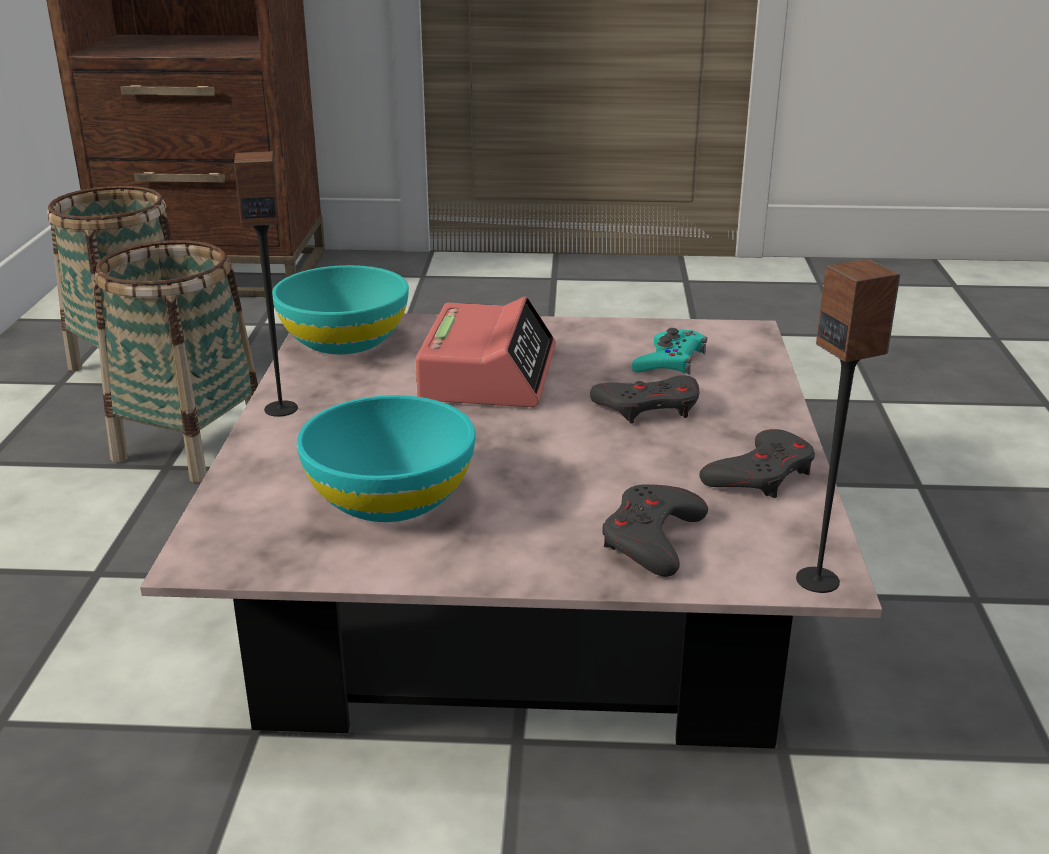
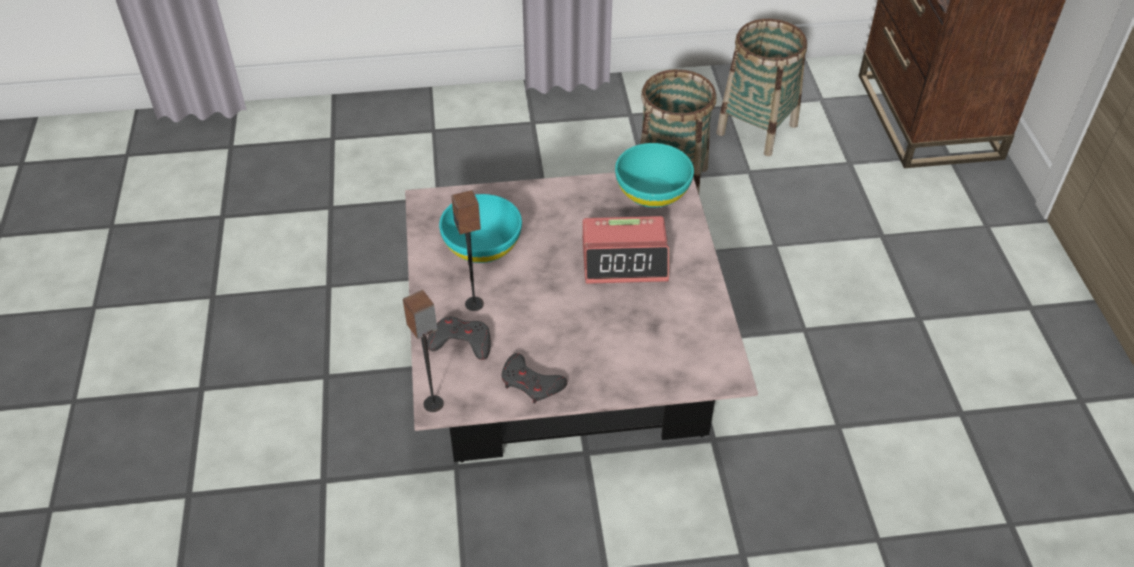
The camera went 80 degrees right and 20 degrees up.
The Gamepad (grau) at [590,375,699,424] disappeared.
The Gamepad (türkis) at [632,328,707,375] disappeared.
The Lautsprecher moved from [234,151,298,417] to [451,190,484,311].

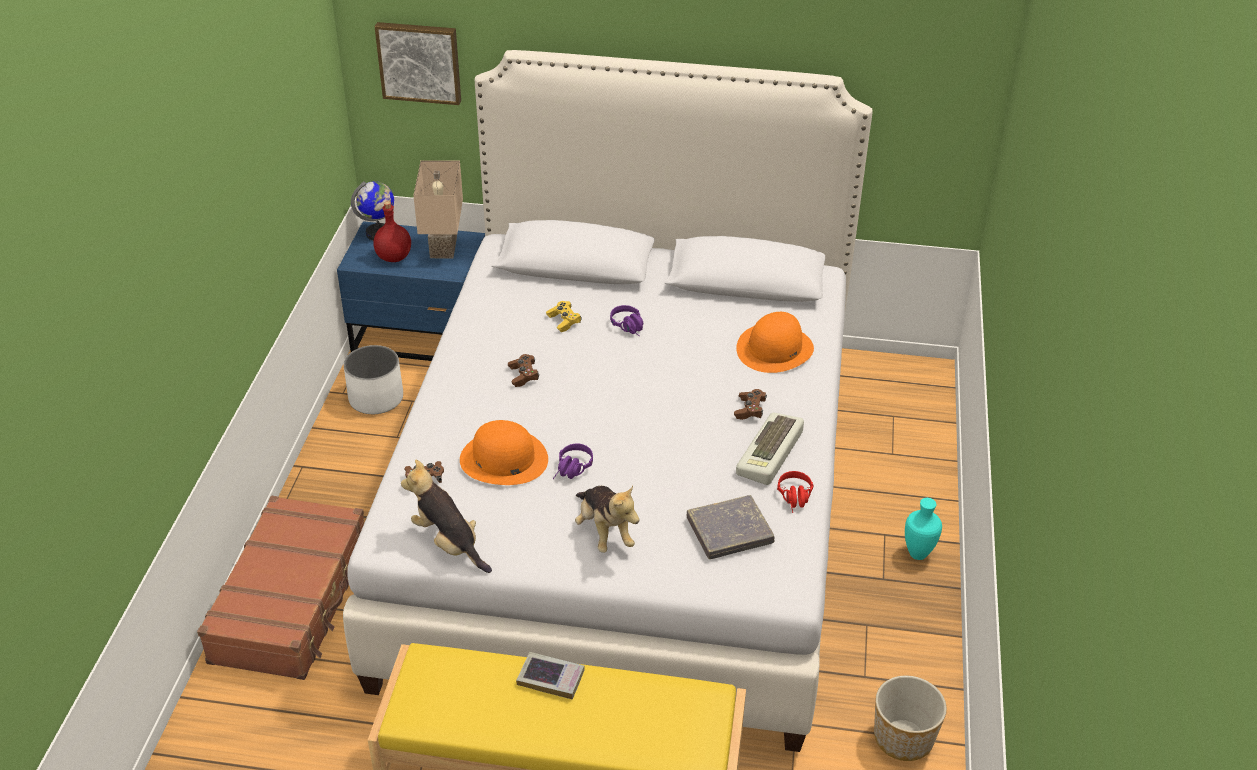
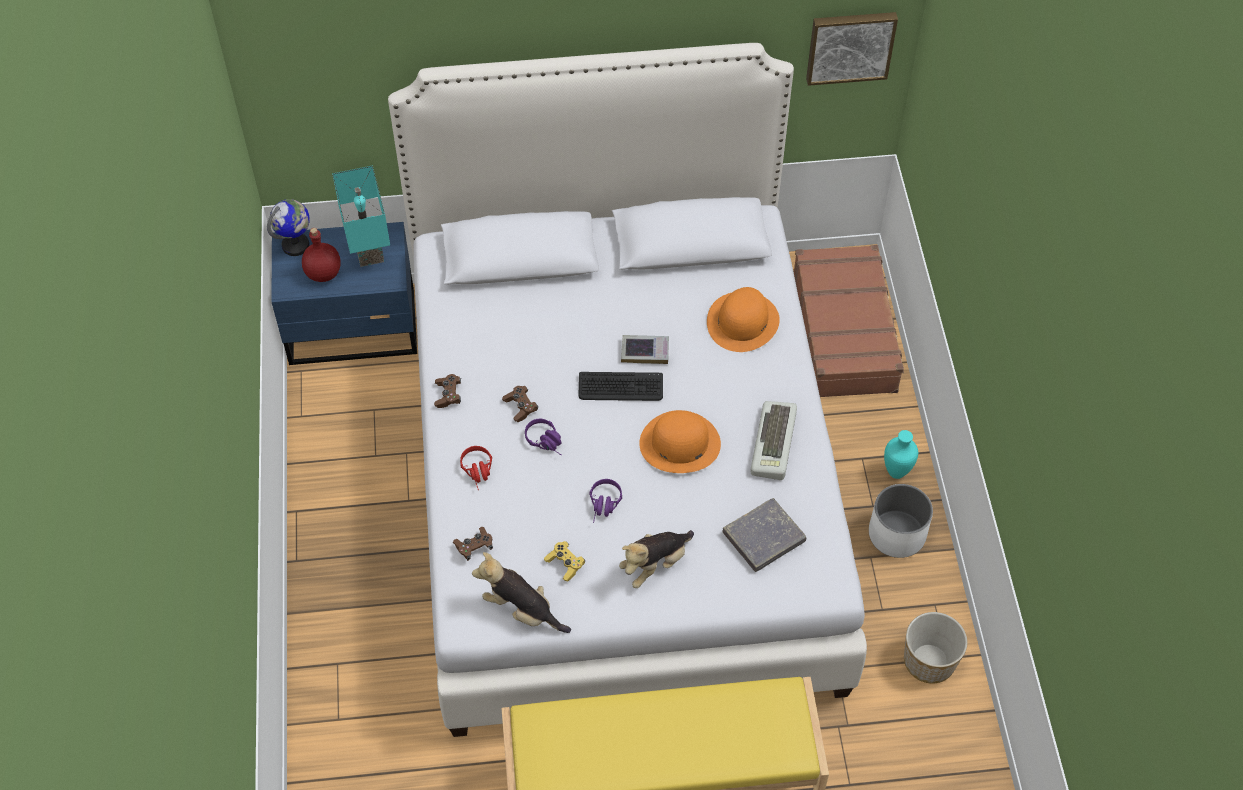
The camera went 15 degrees left and 15 degrees up.
The Tastatur at [579,372,663,401] appeared.
The Koffer (braun) moved from [197,496,364,680] to [793,245,904,398].
The Pflanzkübel (weiß) moved from [344,345,403,414] to [869,484,933,558].
The Bild moved from [375,22,461,105] to [806,12,898,86].
The Hut (orange) moved from [460,420,548,485] to [639,410,721,473].
The Buch moved from [516,652,585,699] to [621,335,669,364].
The Gamepad (gelb) moved from [546,301,582,332] to [544,541,585,581].
The Kopfhörer (lila) moved from [610,305,643,336] to [525,419,562,456].
The Gamepad (braun) moved from [734,389,767,420] to [434,374,461,408].
The Kopfhörer (rot) moved from [777,471,814,513] to [460,446,492,490].
The Tischlampe (beige) at [413,160,463,258] became the Tischlampe (türkis) at [332,166,390,267].
The Plüschtier at [575,486,639,553] turned 90 degrees clockwise.

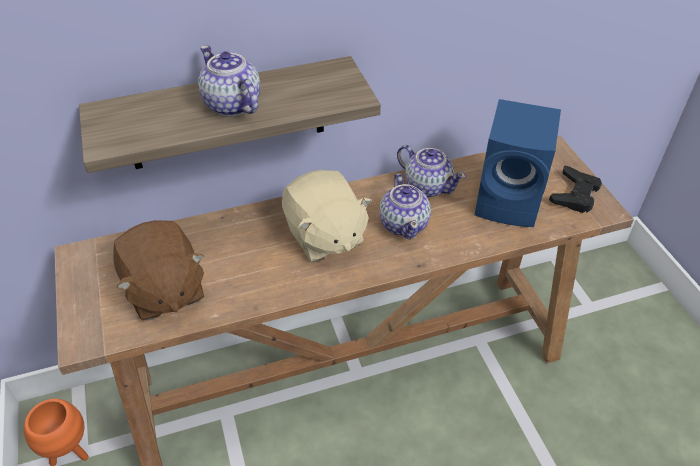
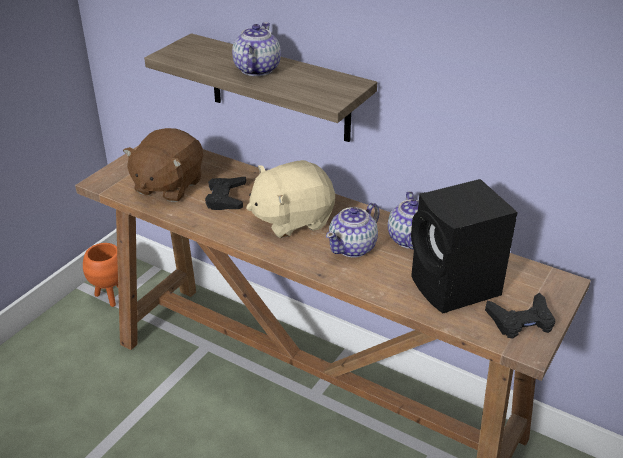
The camera went 50 degrees right and 10 degrees down.
The Gamepad (schwarz) at [205,177,246,210] appeared.
The Lautsprecher (blau) at [474,99,561,227] became the Lautsprecher (schwarz) at [411,179,518,313].
The Plüschtier (beige) at [282,170,372,262] turned 45 degrees clockwise.

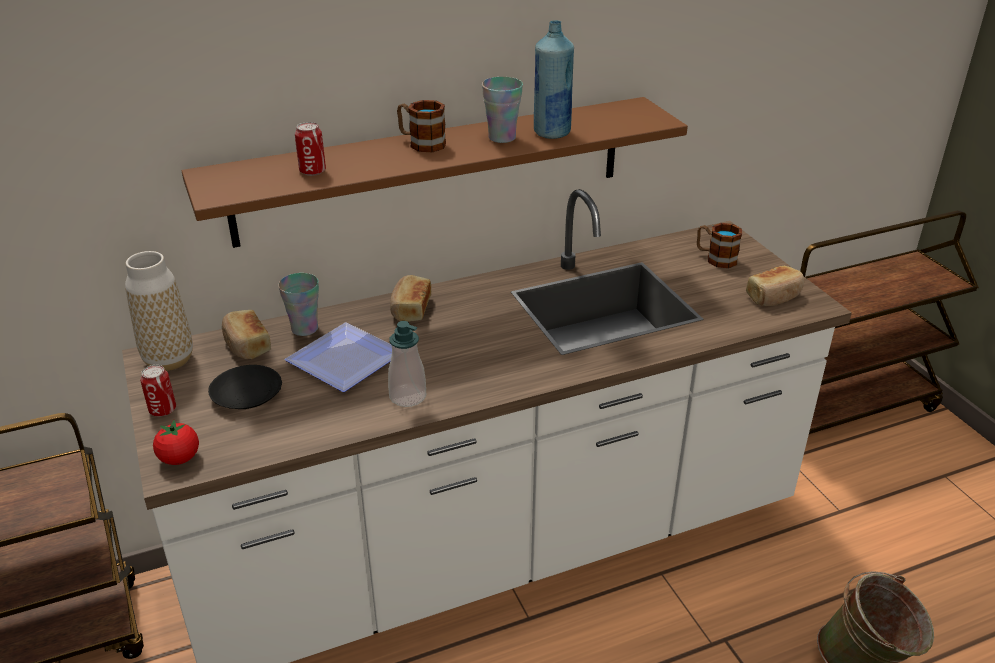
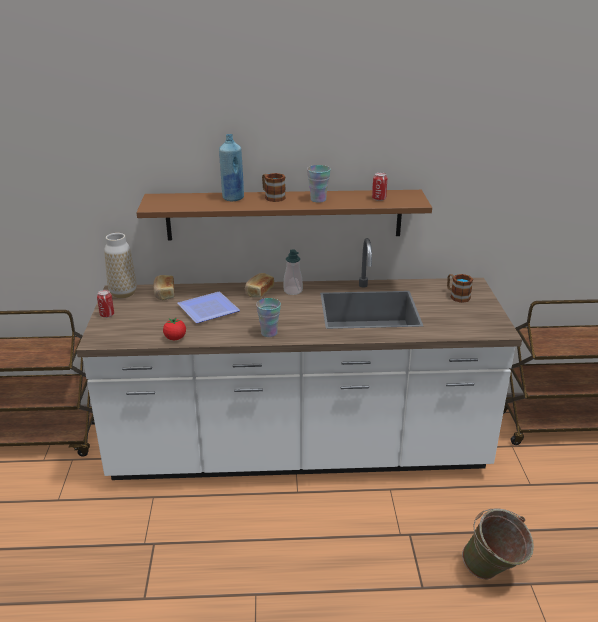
The camera went 20 degrees right and 5 degrees down.
The Teller (schwarz) at [208,365,282,409] disappeared.
The Brot at [746,265,804,306] disappeared.
The Tomate moved from [153,420,199,465] to [163,317,186,340].
The Tasse moved from [278,273,319,336] to [256,298,281,337].
The Dose moved from [295,122,326,176] to [372,172,387,201].
The Seifenspender moved from [388,321,426,407] to [284,249,303,295].
The Flasche (blau) moved from [534,20,574,139] to [219,134,244,201].

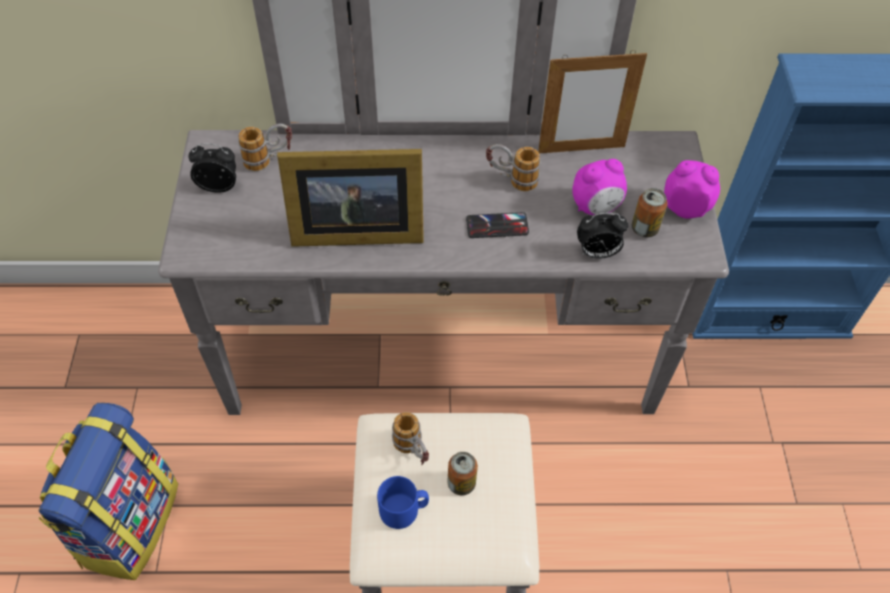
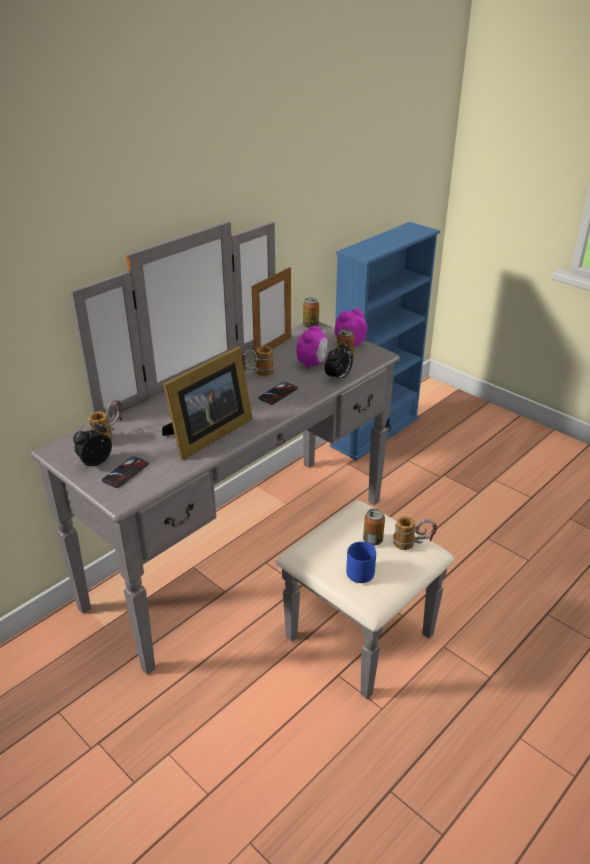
The camera went 45 degrees left and 20 degrees down.
The Rucksack at [39,403,178,580] disappeared.
The Handy at [102,456,149,488] appeared.
The Dose at [303,298,319,328] appeared.
The Henkelbecher moved from [392,412,429,465] to [393,516,437,550].

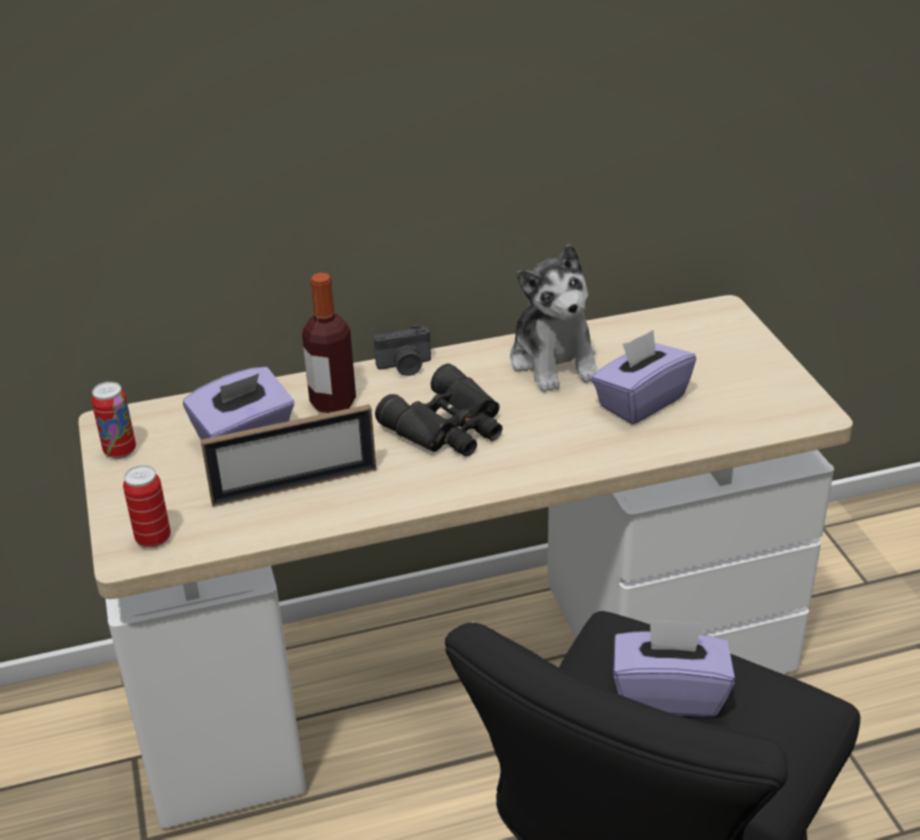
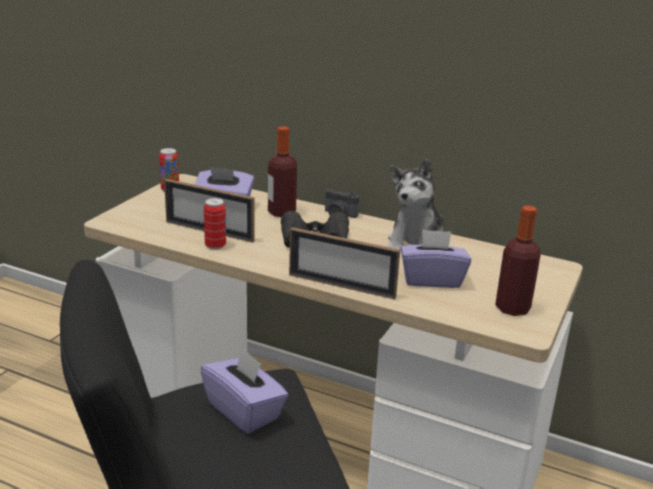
The camera went 40 degrees right and 10 degrees down.
The Bilderrahmen at [289,227,400,299] appeared.
The Flasche at [495,205,541,316] appeared.
The Dose moved from [123,465,171,548] to [204,198,226,250].

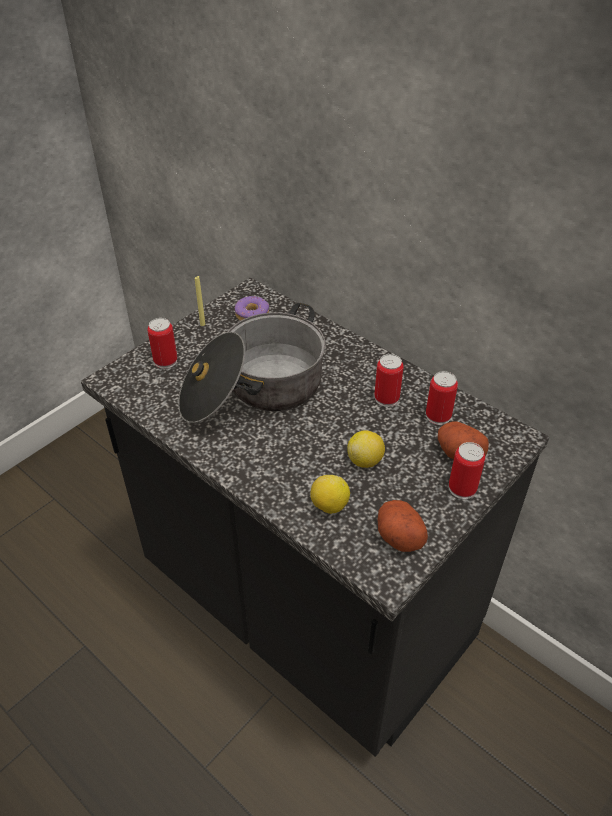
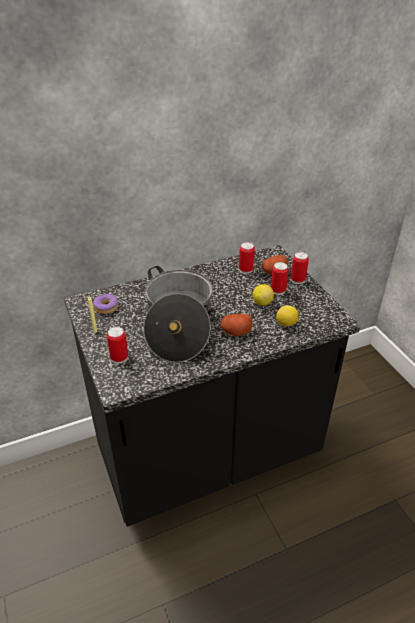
The camera went 65 degrees left and 5 degrees down.
The Dose moved from [374,354,404,407] to [271,262,289,295].
The Kartoffel moved from [378,500,428,552] to [221,314,253,336].

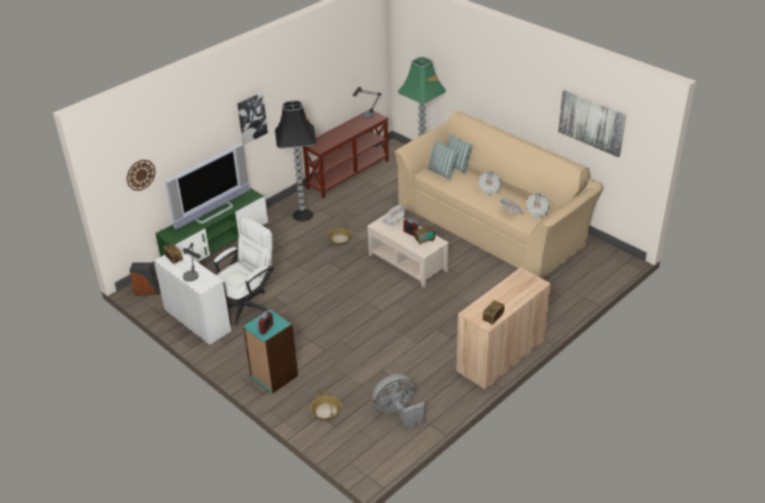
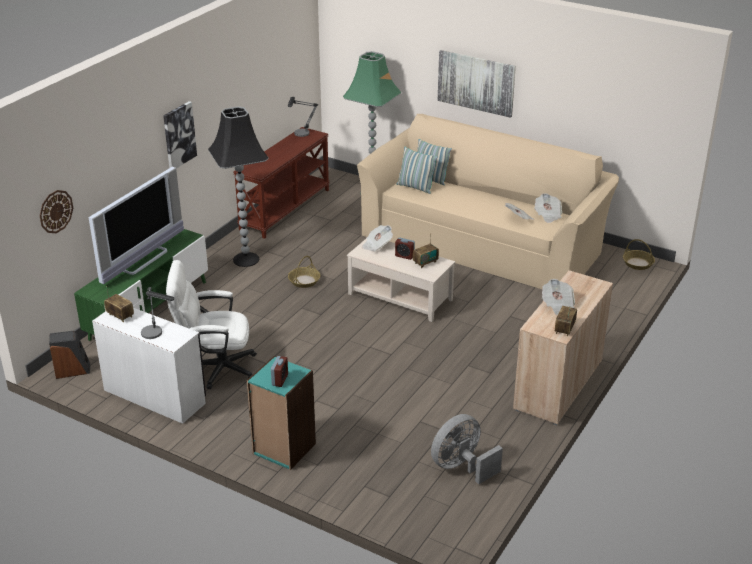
The camera went 15 degrees left and 5 degrees down.
The Korb moved from [310,389,342,420] to [623,239,655,270].
The Zeitung moved from [478,171,501,196] to [542,279,575,316].
The Bild moved from [558,90,626,157] to [438,50,516,118].
The Bürostuhl (weiß) at [214,216,274,325] turned 120 degrees counterclockwise.

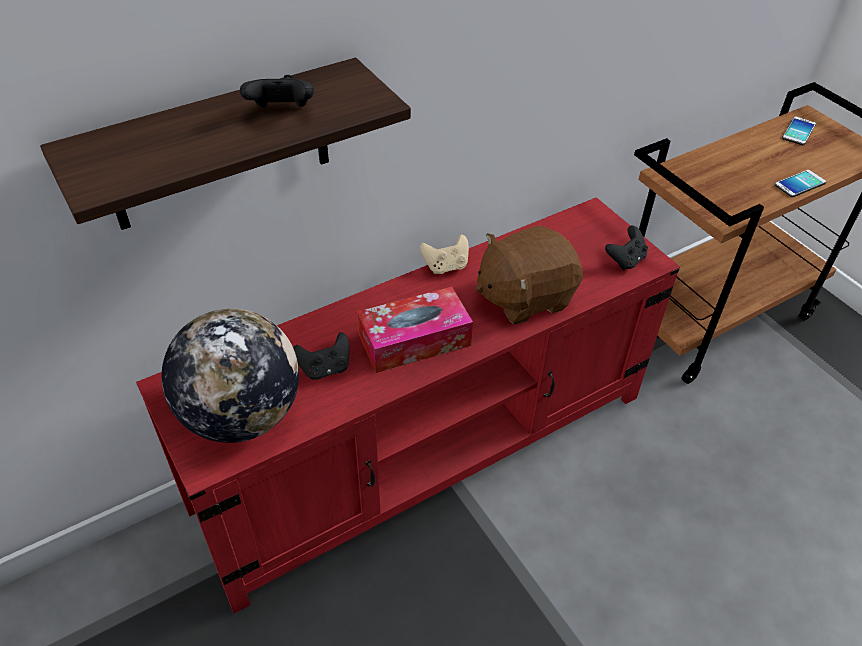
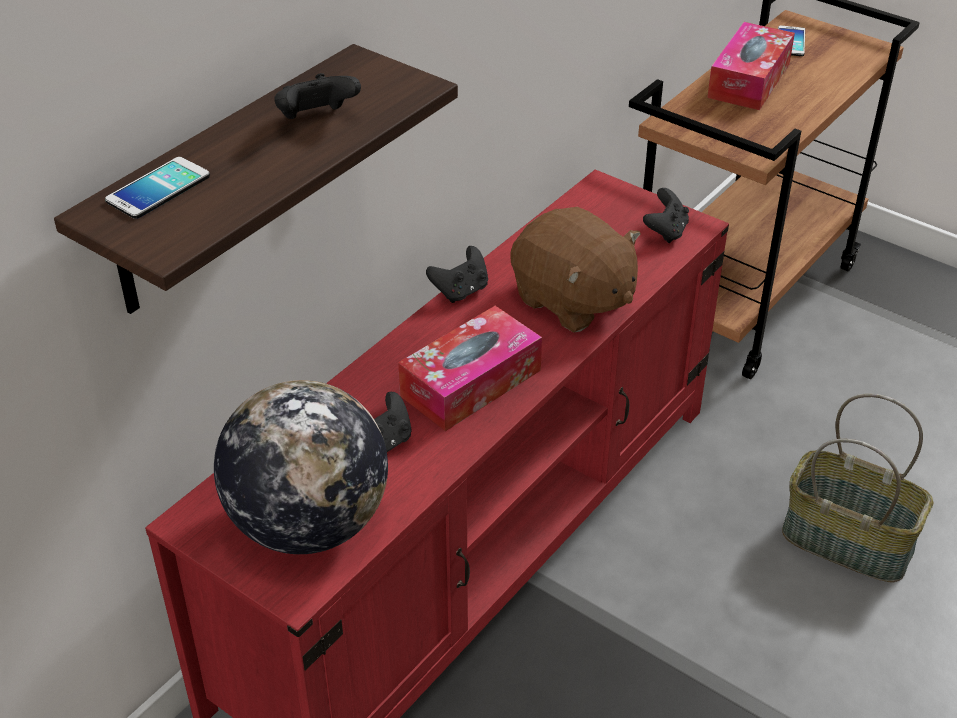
The camera went 20 degrees left and 5 degrees down.
The Taschentuchbox at [707,22,795,110] appeared.
The Korb at [782,393,934,583] appeared.
The Handy moved from [775,170,826,197] to [105,157,210,219].
The Gamepad (beige) at [420,234,469,274] became the Gamepad (schwarz) at [426,246,488,303].
The Plüschtier (braun) at [475,226,583,325] turned 90 degrees counterclockwise.

